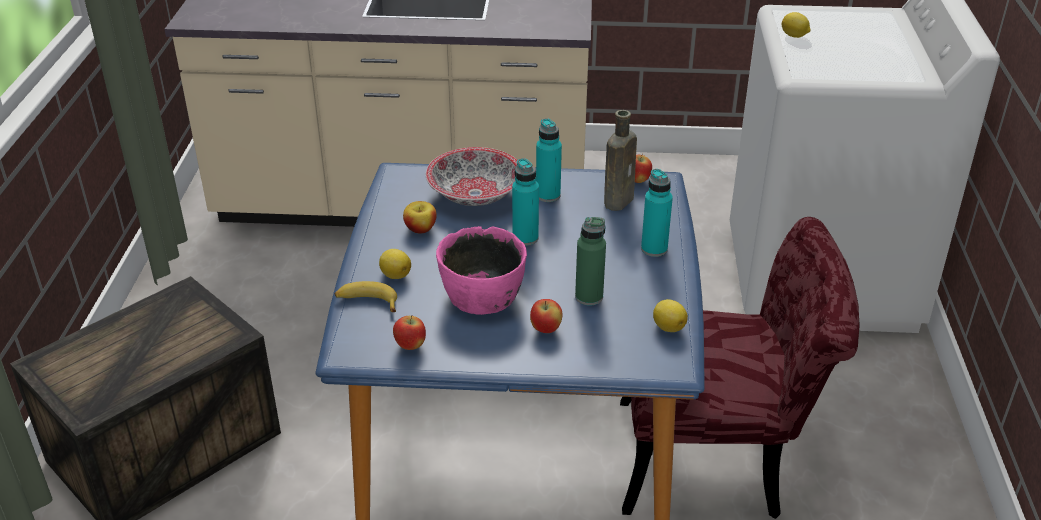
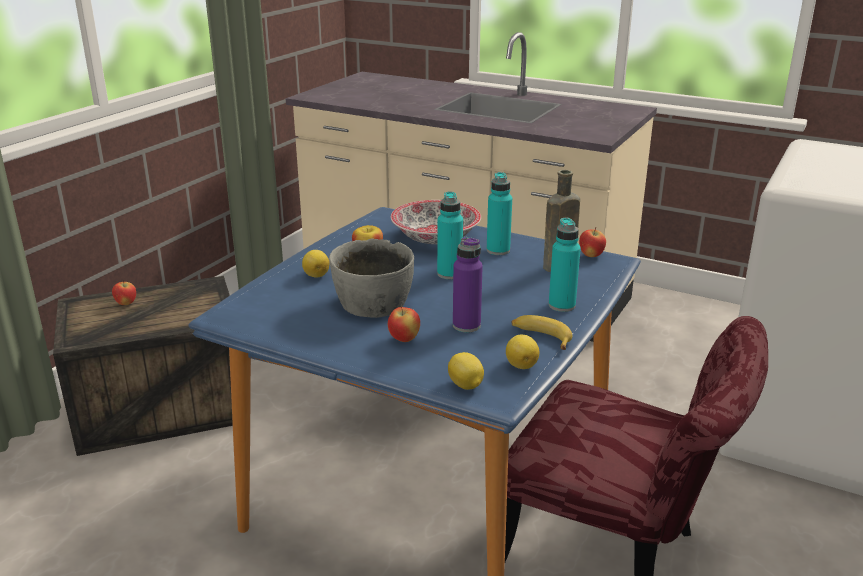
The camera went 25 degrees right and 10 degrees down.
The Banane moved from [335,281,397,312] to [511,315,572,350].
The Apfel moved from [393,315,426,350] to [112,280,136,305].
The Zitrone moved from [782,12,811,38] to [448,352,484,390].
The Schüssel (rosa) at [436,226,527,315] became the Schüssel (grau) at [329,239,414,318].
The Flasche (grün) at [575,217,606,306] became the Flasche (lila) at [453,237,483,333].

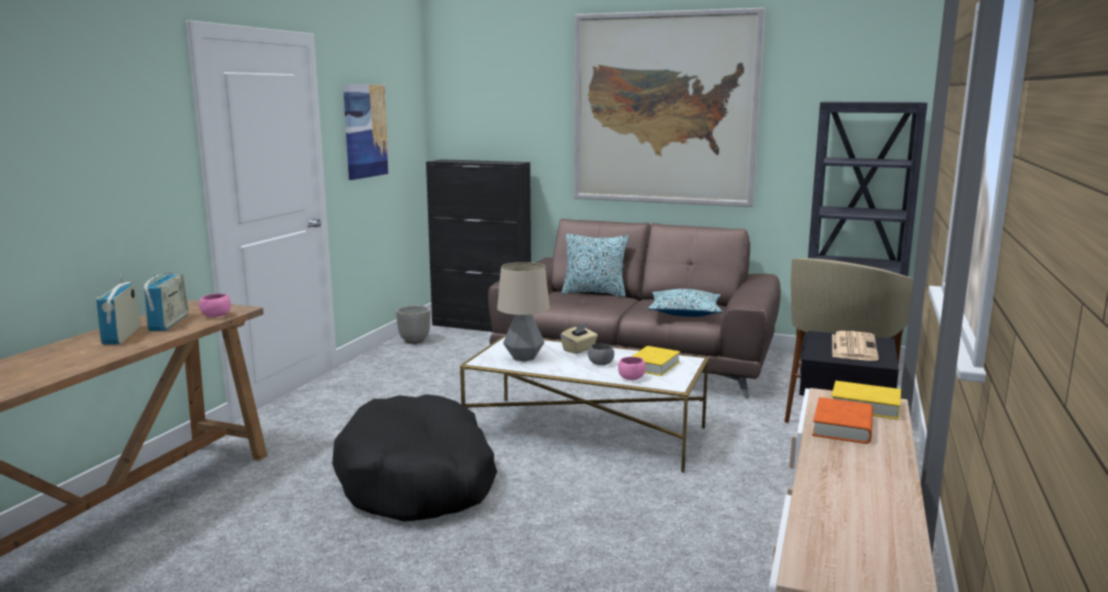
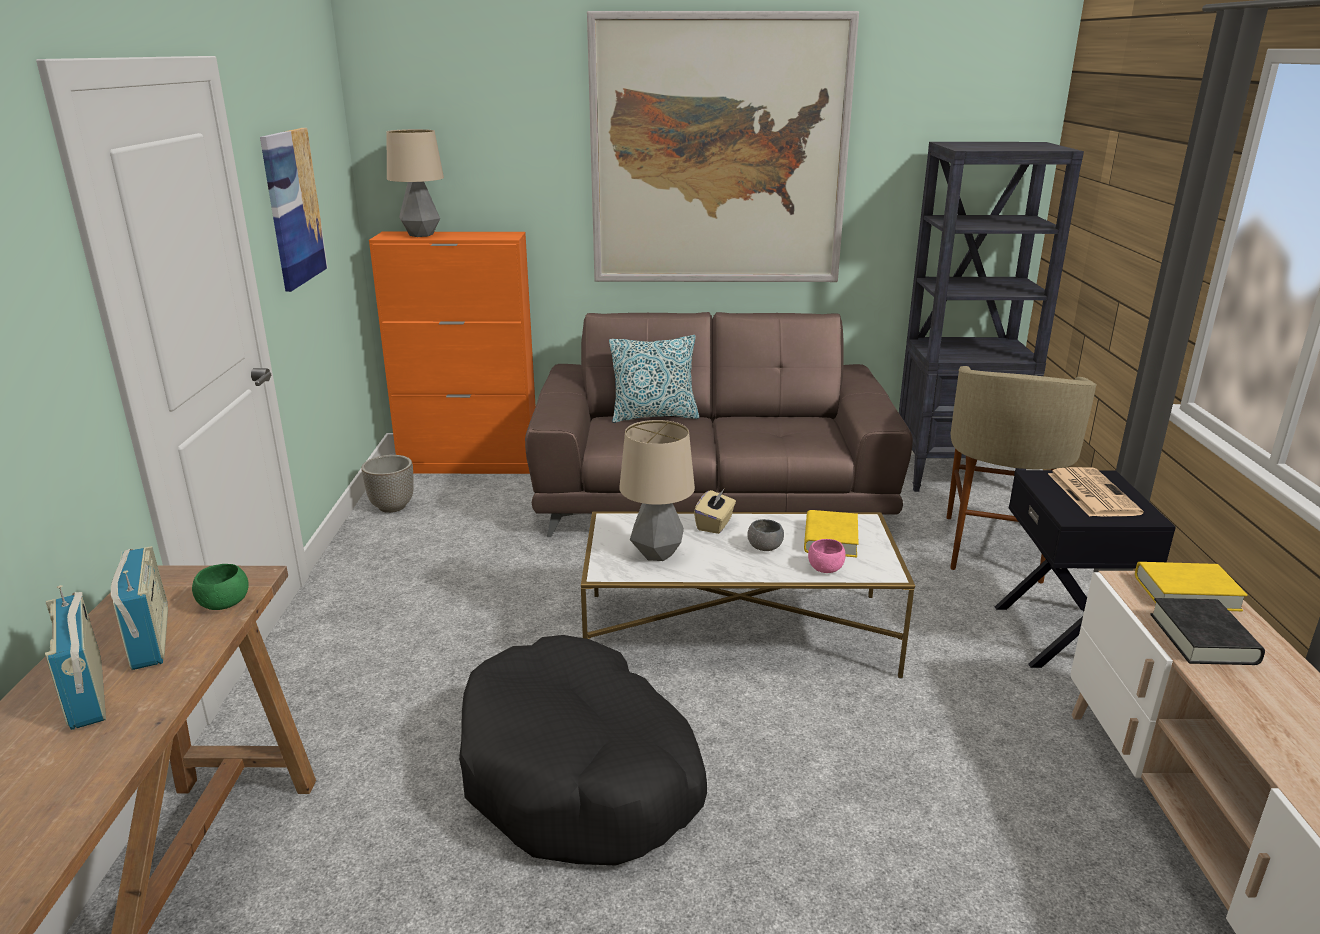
The camera went 20 degrees left and 10 degrees up.
The Kissen at [648,289,722,317] disappeared.
The Tischlampe at [387,129,444,237] appeared.
The Schüssel (rosa) at [199,294,231,317] became the Schüssel (grün) at [192,564,249,610].
The Schrank (schwarz) at [426,159,531,332] became the Schrank (orange) at [369,232,536,474].
The Buch (orange) at [812,397,873,444] became the Buch (schwarz) at [1150,598,1265,665].

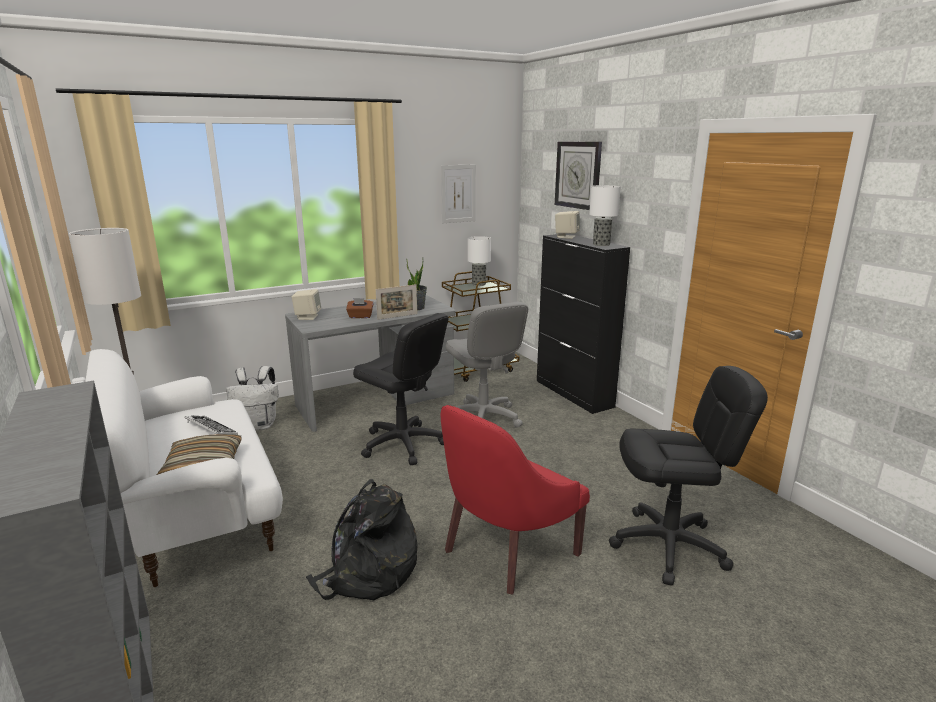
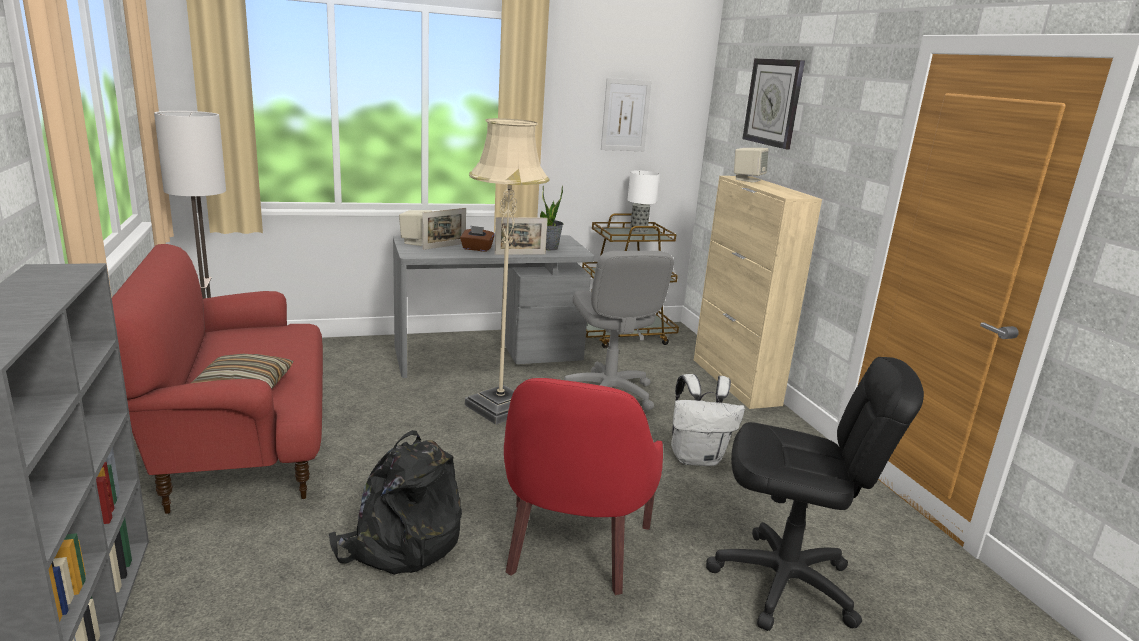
The camera went 10 degrees right and 0 degrees up.
The Tastatur at [184,416,238,435] disappeared.
The Tischlampe at [589,185,621,246] disappeared.
The Bilderrahmen at [422,208,466,250] appeared.
The Rucksack (weiß) moved from [226,366,278,430] to [671,374,745,466].
The Bürostuhl (schwarz) at [353,313,448,465] was replaced by the Stehlampe (beige) at [465,118,550,425].
The Sofa (weiß) at [85,349,283,587] became the Sofa (rot) at [112,244,323,514].
The Schrank (schwarz) at [537,233,630,414] became the Schrank (beige) at [694,176,822,409].
The Sessel (rot) at [441,405,590,595] turned 45 degrees counterclockwise.

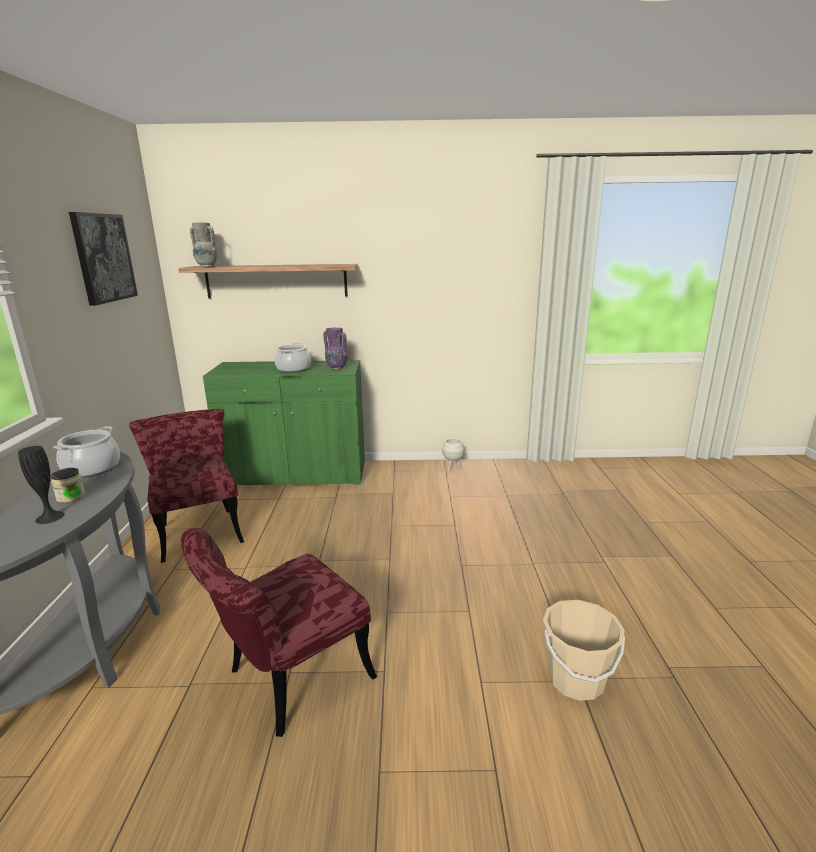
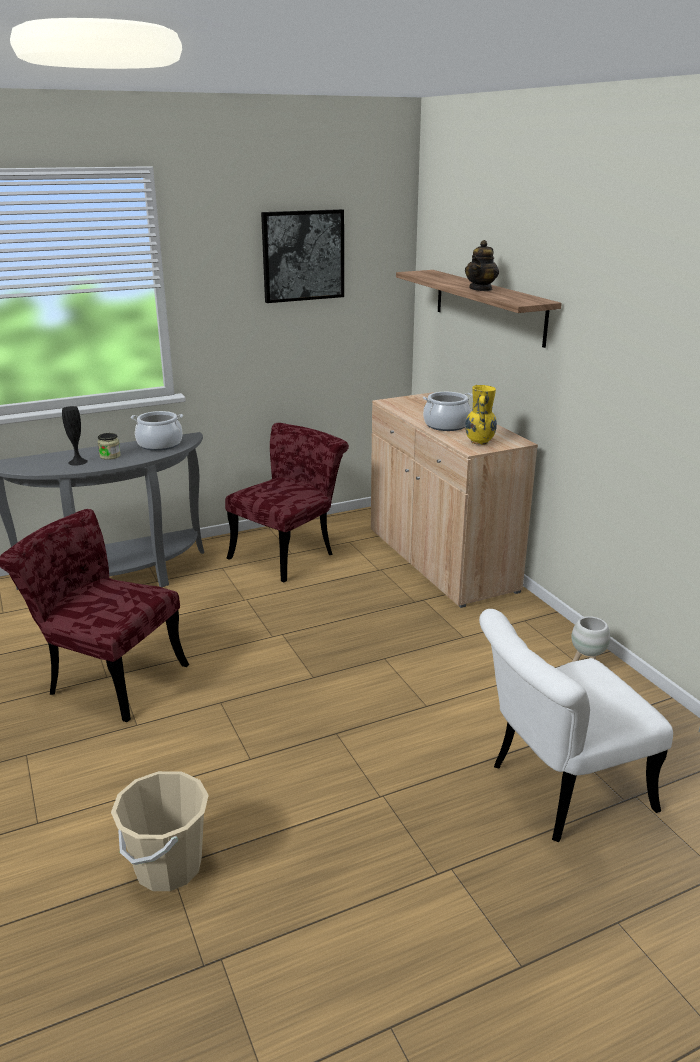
The camera went 65 degrees right and 5 degrees up.
The Vase (grau) at [190,222,218,267] disappeared.
The Teekanne at [465,240,499,291] appeared.
The Stuhl (weiß) at [479,609,673,842] appeared.
The Schrank (grün) at [203,360,365,485] became the Schrank (beige) at [371,392,538,608].
The Vase (lila) at [323,328,348,369] became the Vase (gelb) at [465,385,497,445].

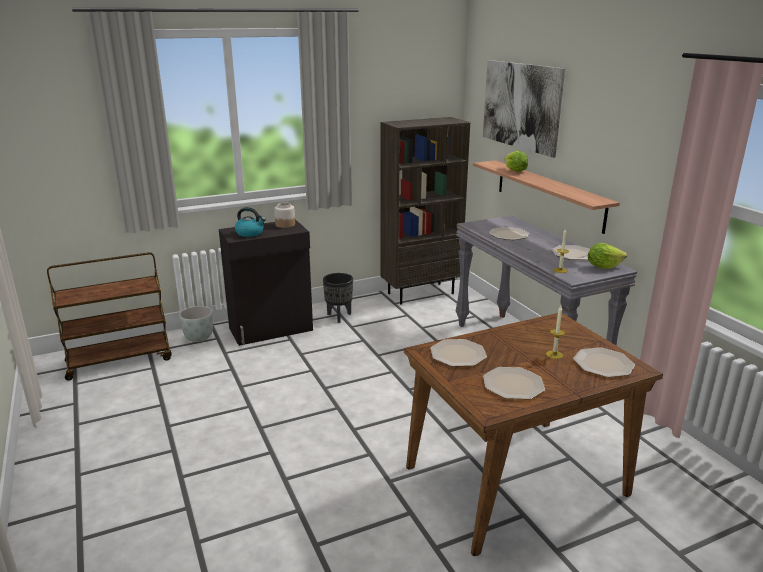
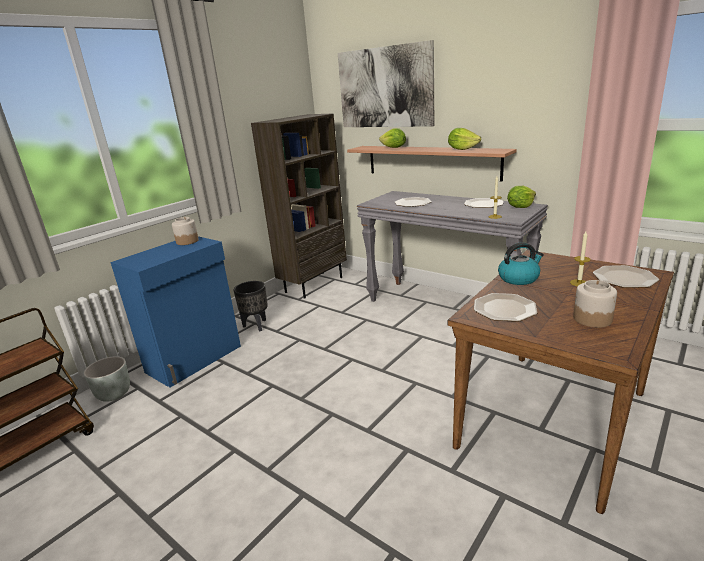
The camera went 25 degrees left and 0 degrees up.
The Salatkopf at [448,128,481,150] appeared.
The Wasserkessel moved from [235,207,266,237] to [498,242,544,285].
The Teller at [483,367,545,400] was replaced by the Vorratsglas at [573,280,617,328].
The Schrank (schwarz) at [219,219,313,346] became the Schrank (blau) at [110,236,241,387].

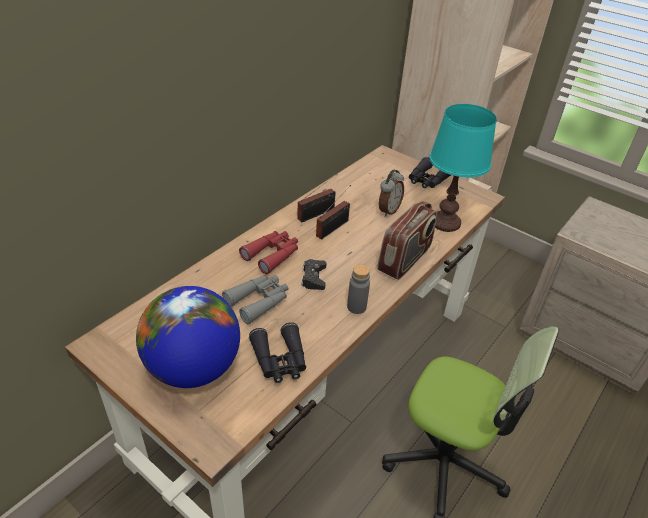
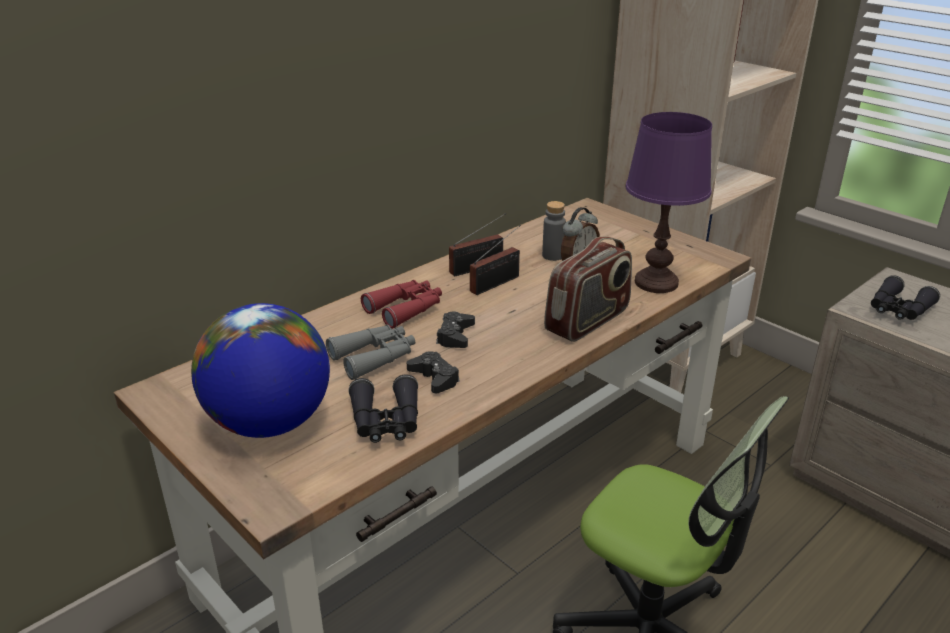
The camera went 10 degrees right and 10 degrees down.
The Gamepad (schwarz) at [407,351,460,393] appeared.
The Flasche (grau) moved from [347,264,370,314] to [542,201,566,261].
The Fernglas (schwarz) moved from [409,157,451,188] to [871,275,940,320].
The Tischlampe (türkis) at [429,104,497,232] became the Tischlampe (lila) at [625,112,712,293].

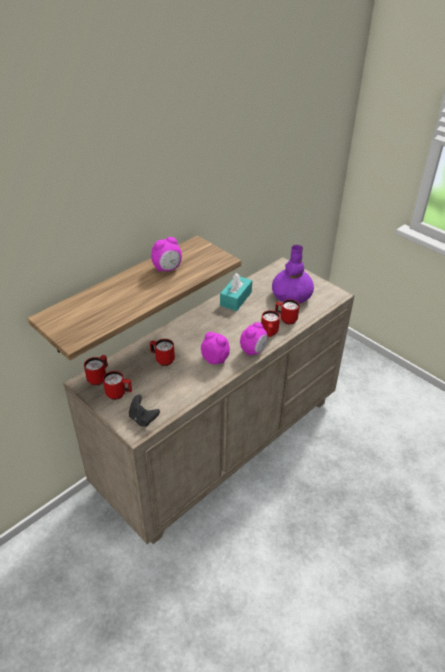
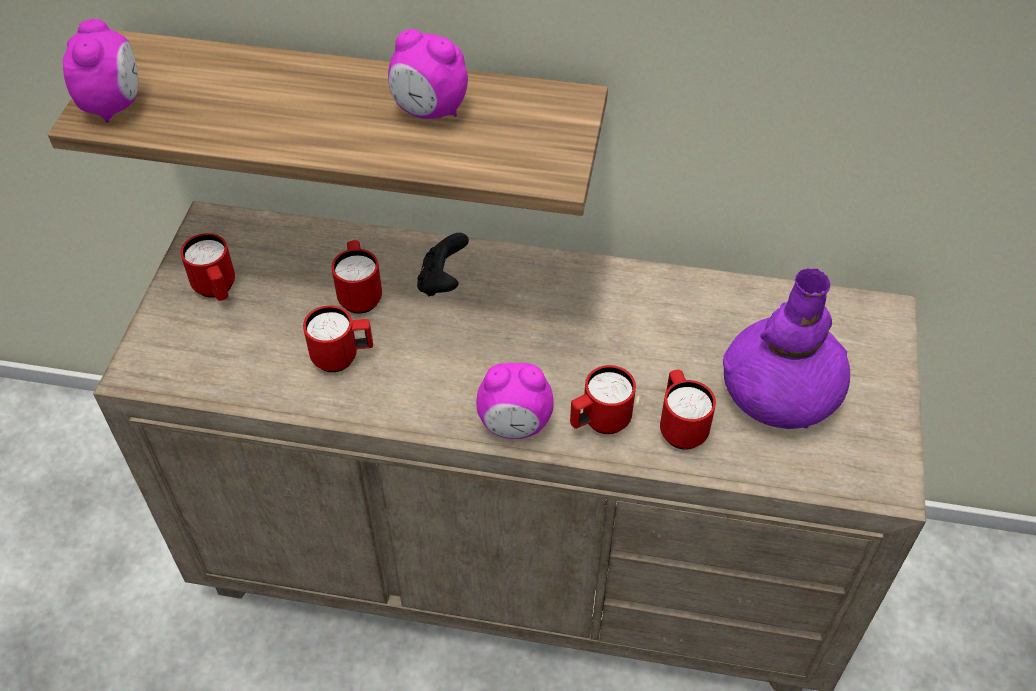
The camera went 55 degrees right and 10 degrees up.
The Taschentuchbox (türkis) at [220,273,252,311] disappeared.
The Henkelbecher (rot) moved from [84,355,108,385] to [303,305,373,372].
The Gamepad (schwarz) moved from [129,395,160,427] to [417,233,469,296].
The Wecker moved from [201,332,230,364] to [63,19,138,123].

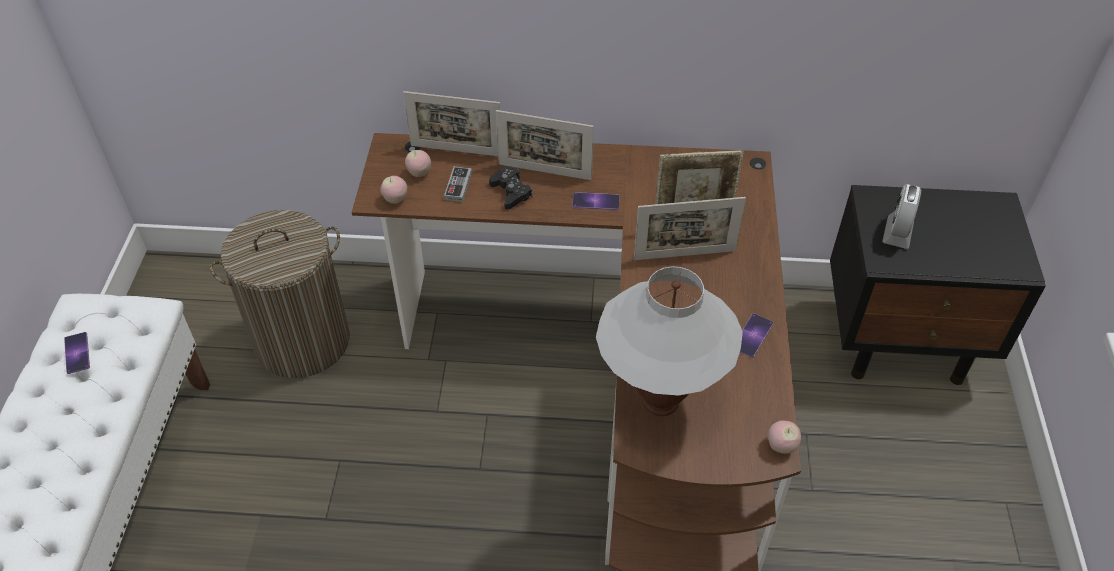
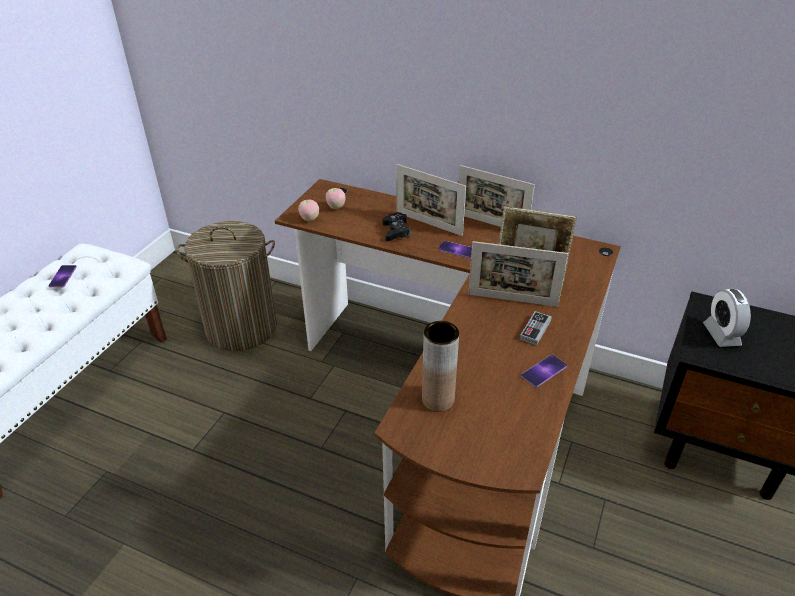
The camera went 20 degrees right and 10 degrees down.
The Apfel at [768,421,801,454] disappeared.
The Bilderrahmen moved from [403,91,500,156] to [458,165,535,227].
The Gamepad moved from [444,166,472,202] to [520,311,552,345].
The Tischlampe (weiß) at [596,266,743,416] was replaced by the Vase (braun) at [422,321,459,412].
The Wecker at [882,184,921,249] turned 45 degrees counterclockwise.

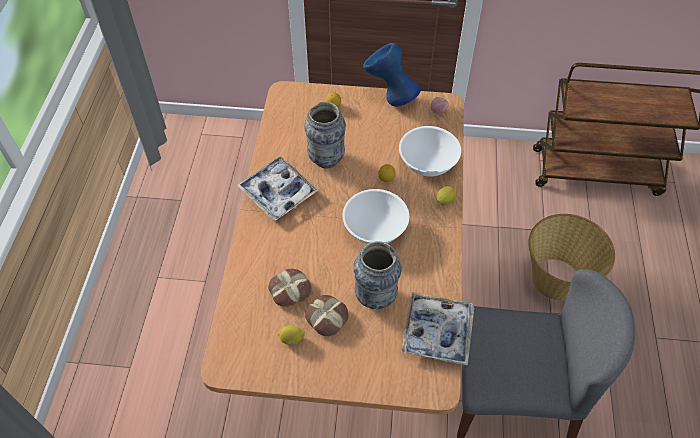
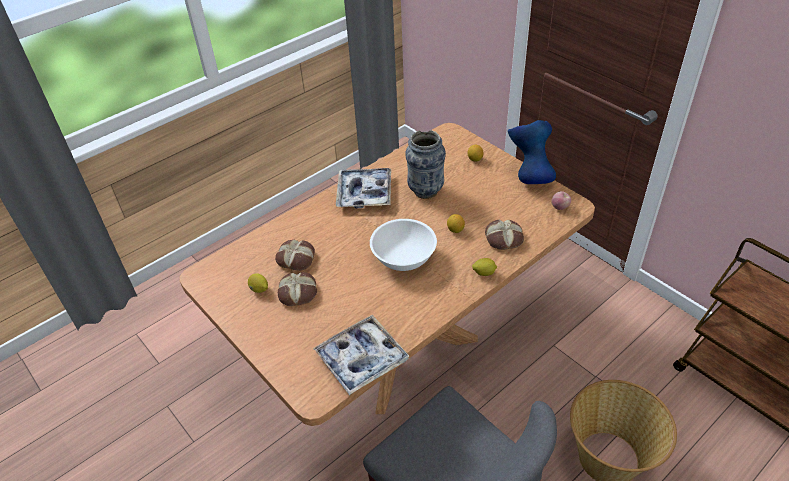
The camera went 45 degrees right and 10 degrees down.
The Vase at [353,241,402,309] disappeared.
The Schüssel (weiß) at [399,126,461,176] was replaced by the Brot at [485,220,524,250].

